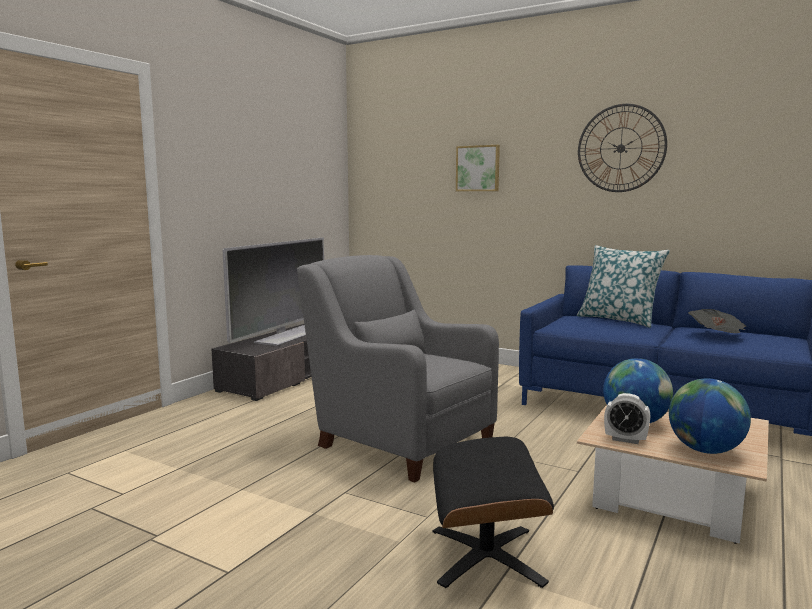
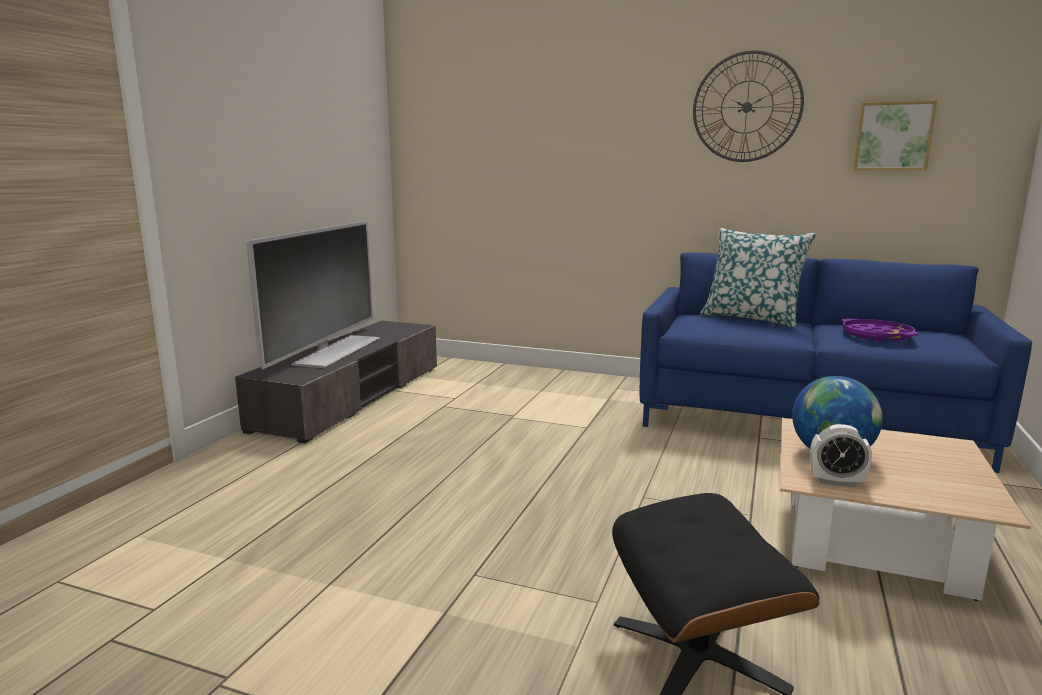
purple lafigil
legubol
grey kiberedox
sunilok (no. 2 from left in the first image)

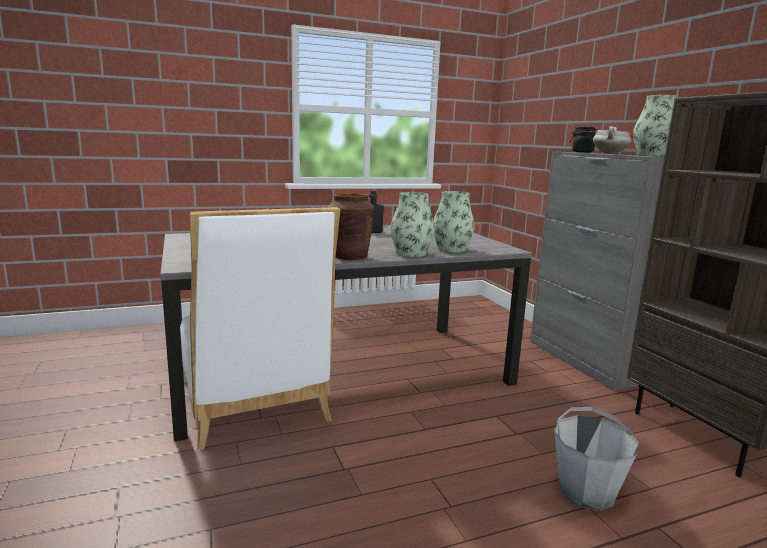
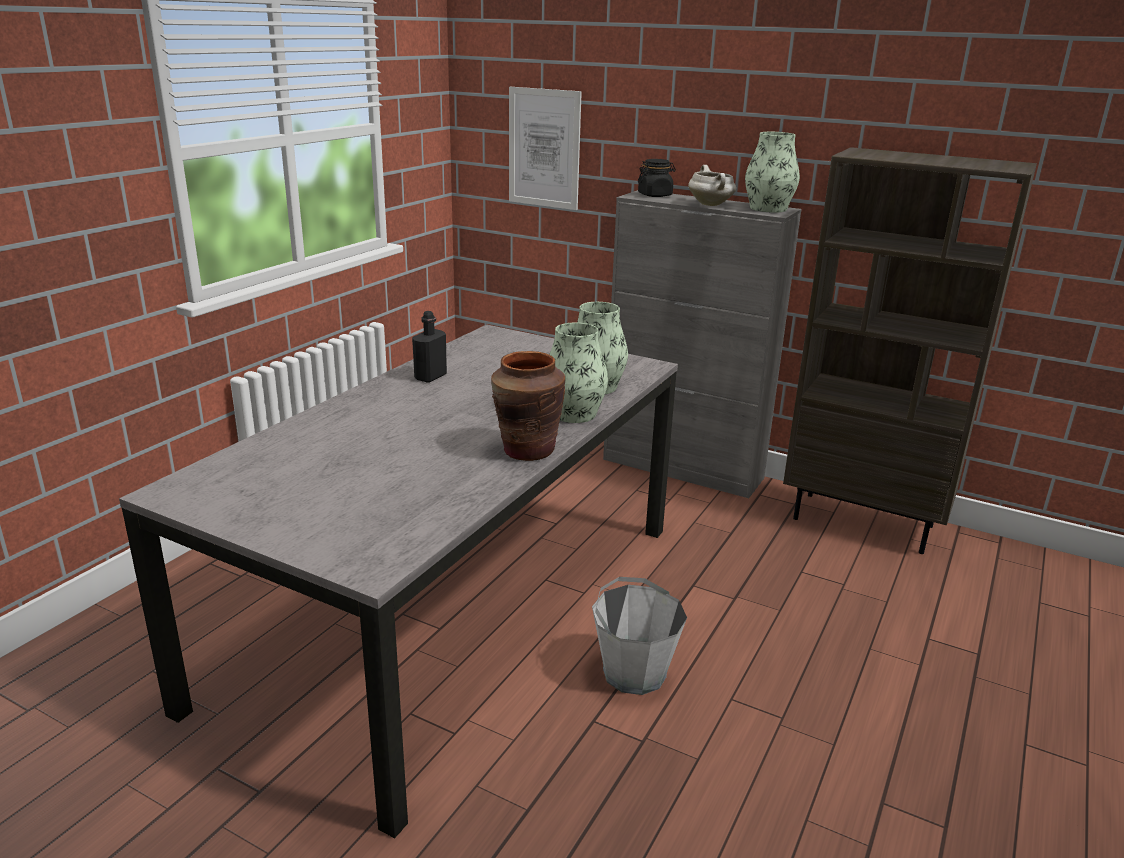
legubol
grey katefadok
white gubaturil

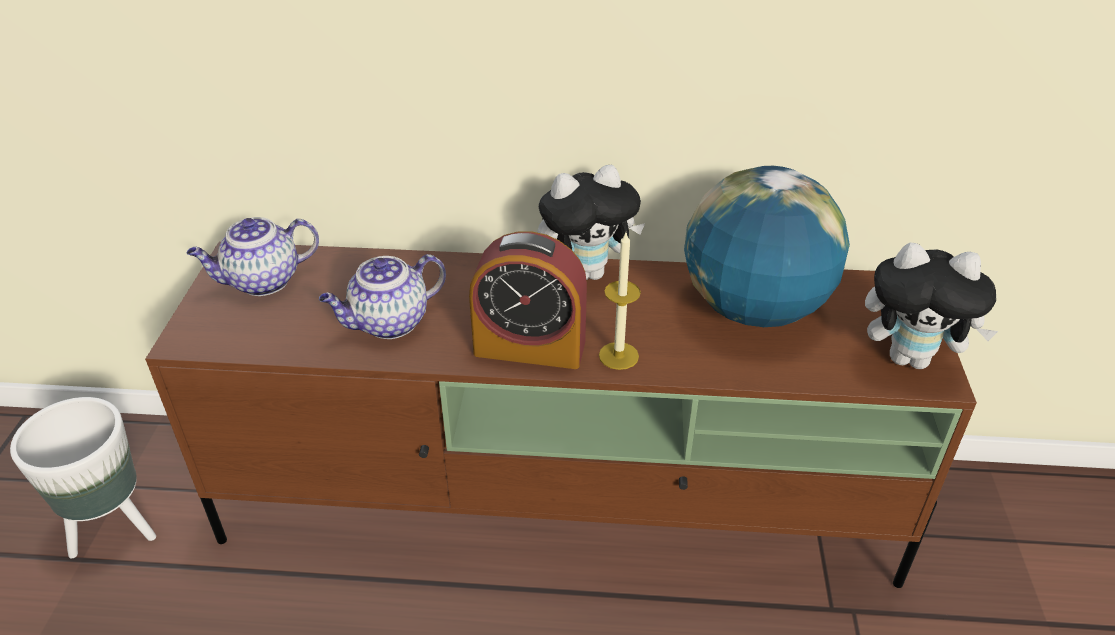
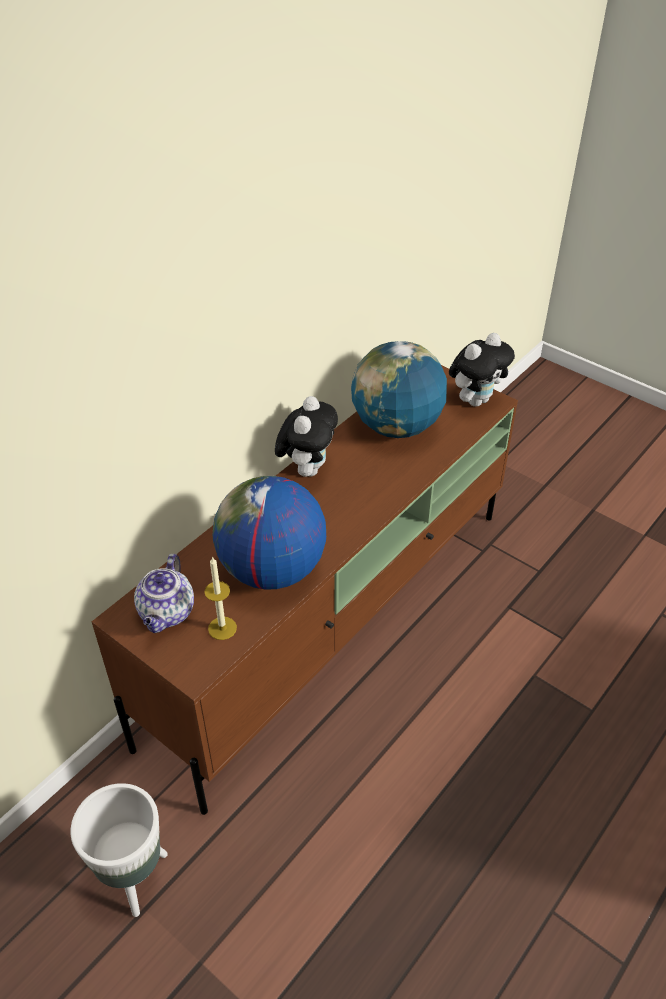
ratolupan
sunilok (no. 1 from left)
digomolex

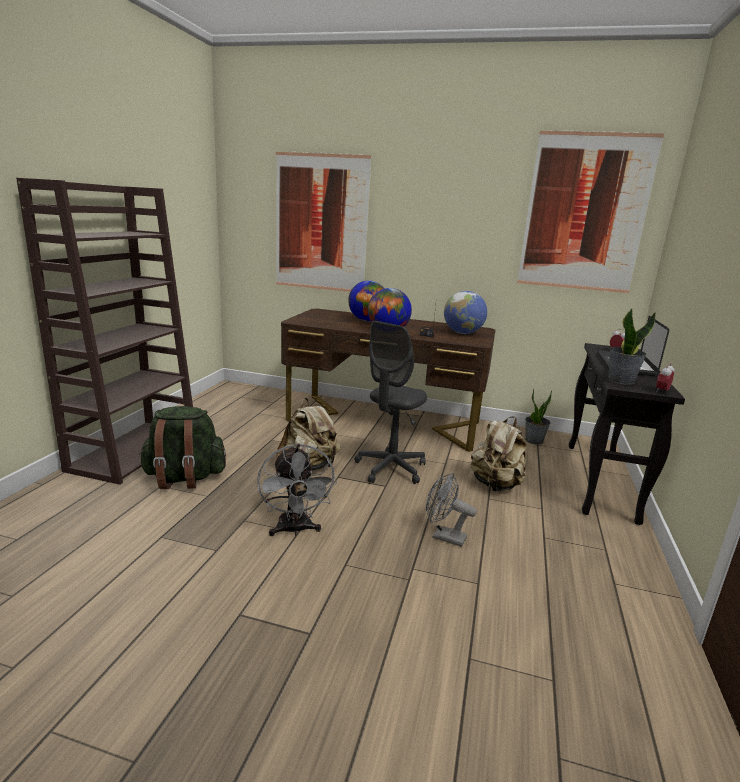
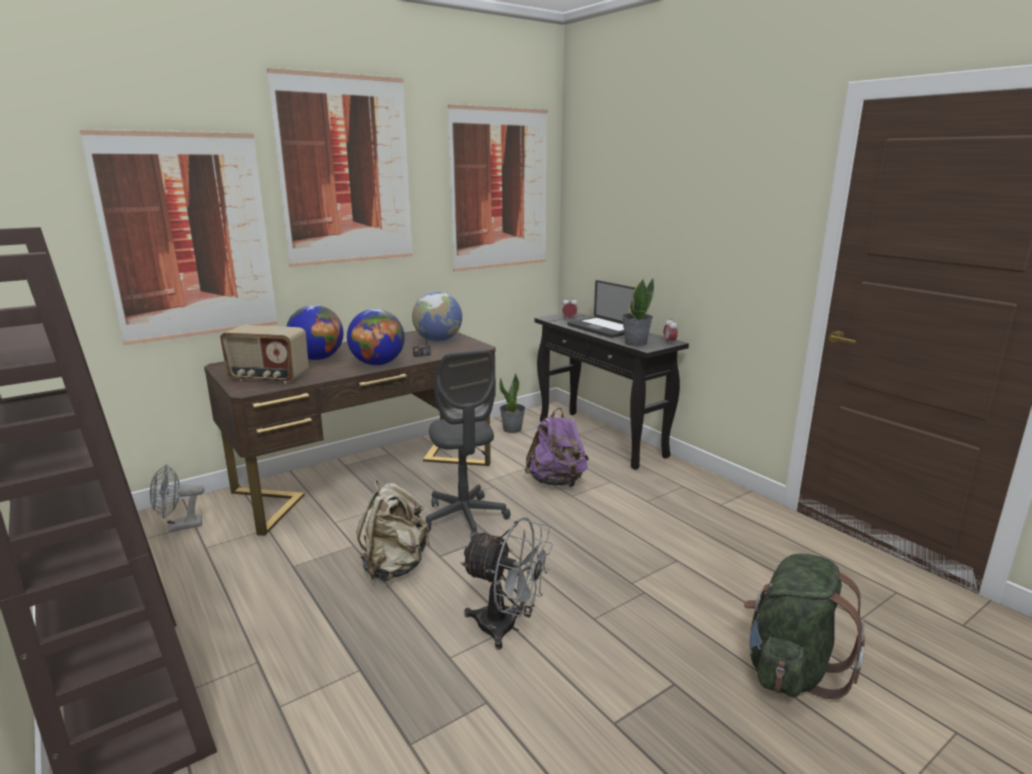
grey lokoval (no. 1 from left)
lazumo (no. 1 from left)
legubol (no. 2 from left)
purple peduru
green peduru

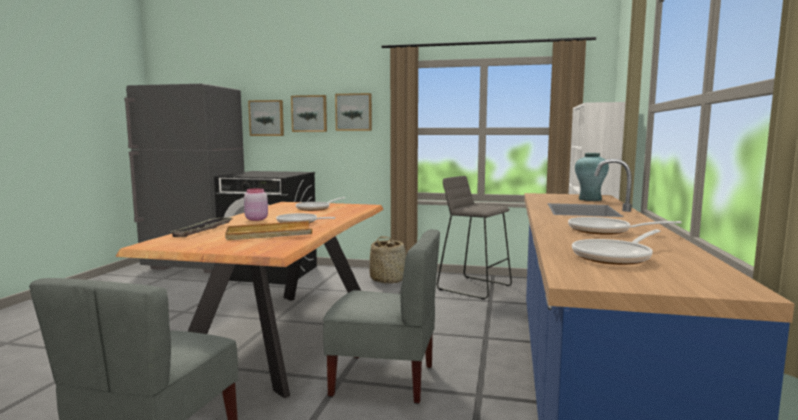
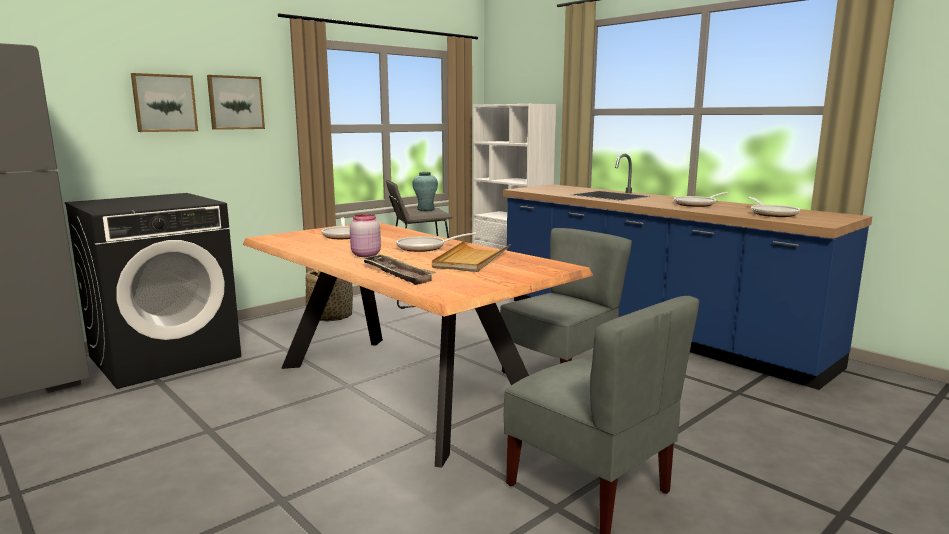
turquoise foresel
legubol (no. 1 from left in the first image)

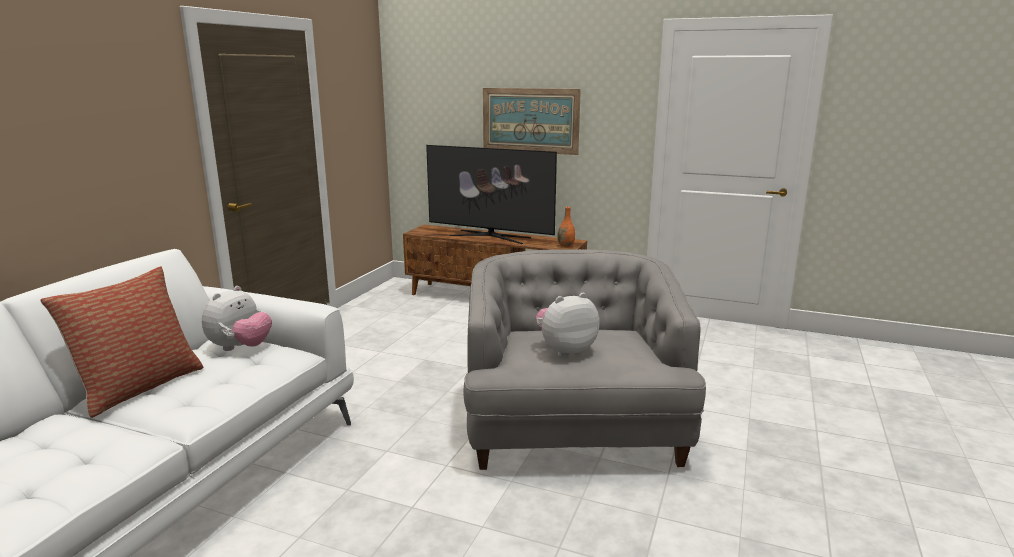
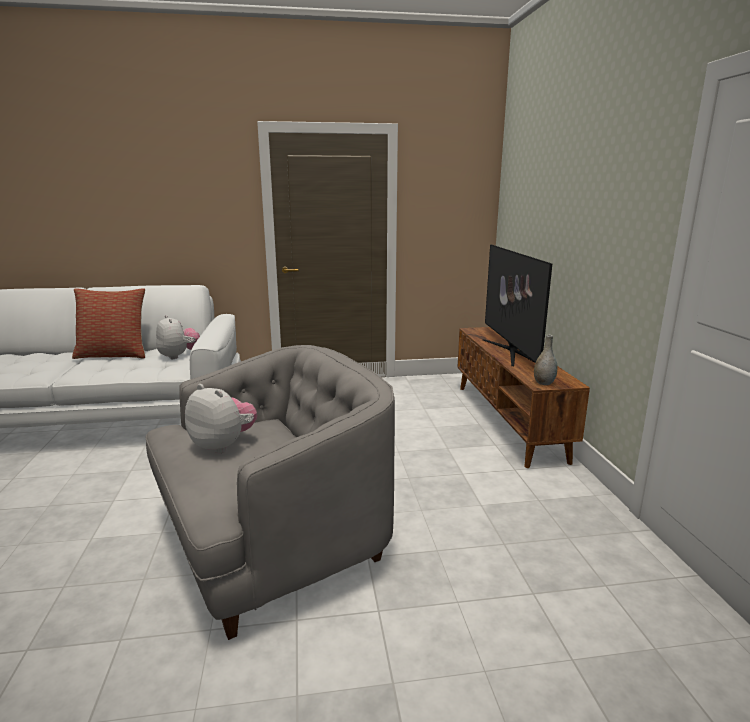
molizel (no. 1 from left)
grey foresel
legubol

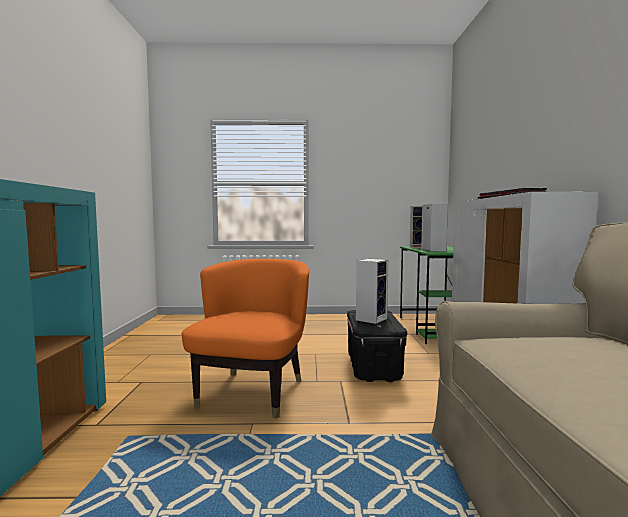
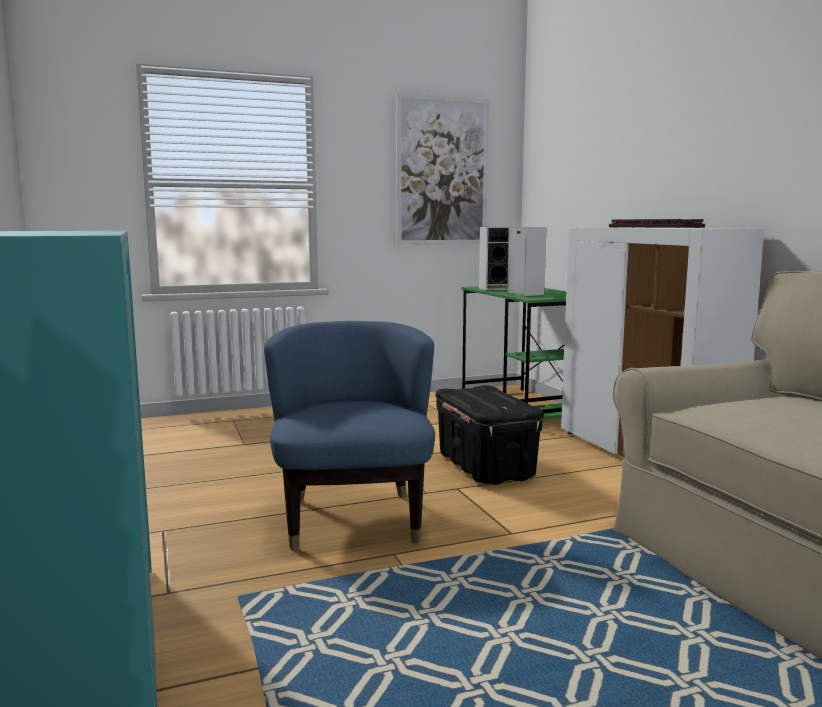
blue kiberedox
legubol
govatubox (no. 1 from left in the first image)

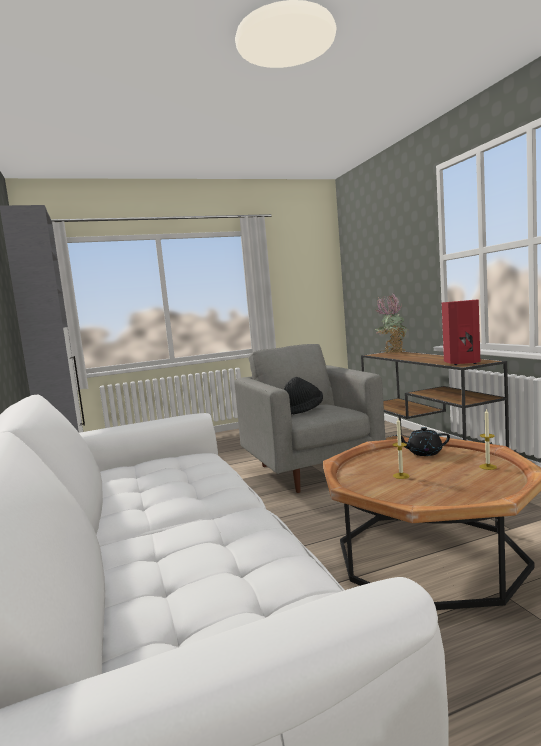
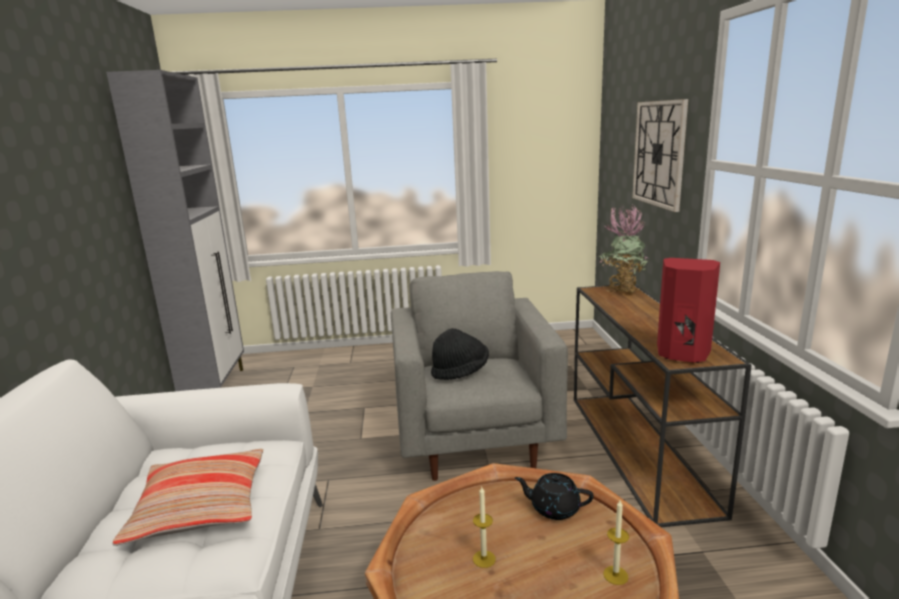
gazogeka
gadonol

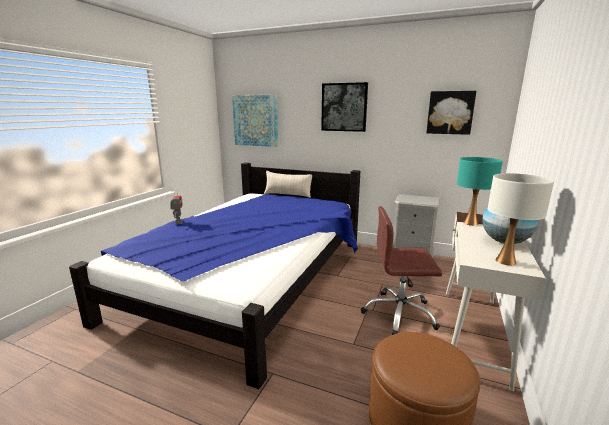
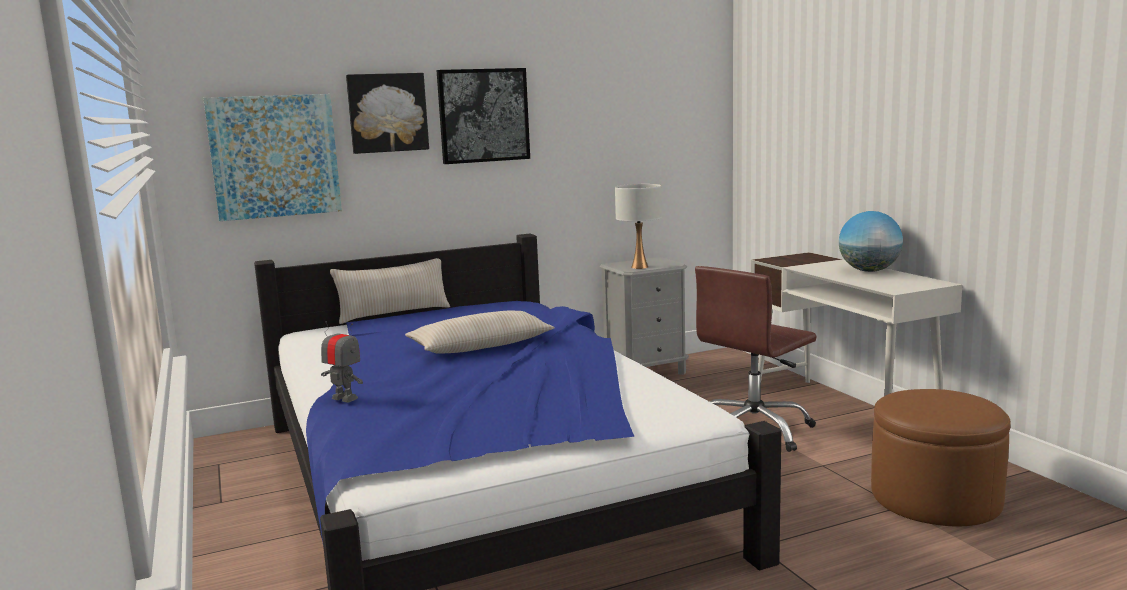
legubol (no. 2 from left)
beige gazogeka (no. 2 from left)
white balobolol
turquoise balobolol

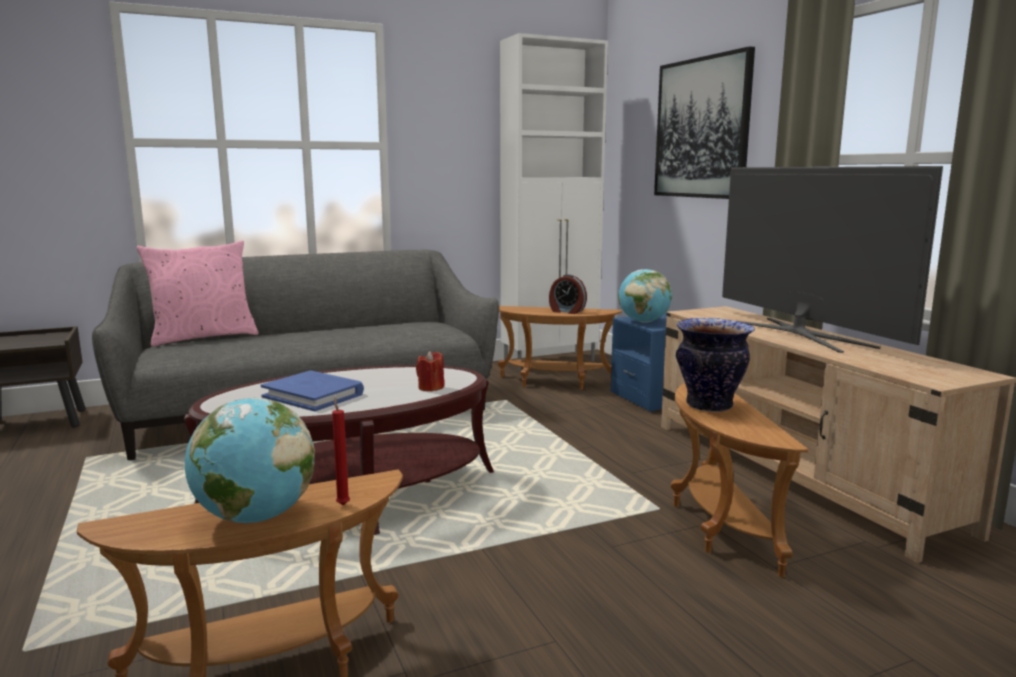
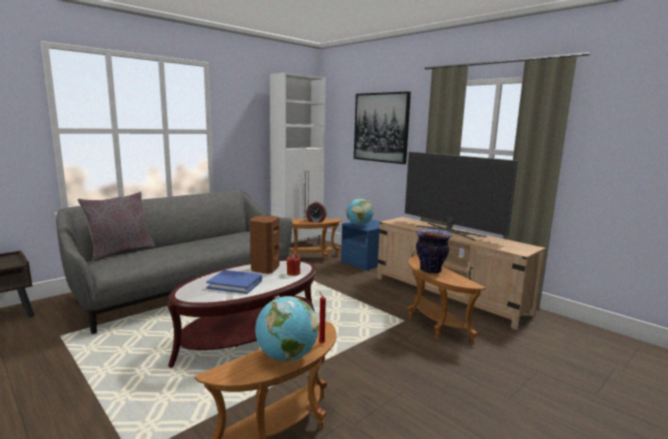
grey gazogeka
brown govatubox

